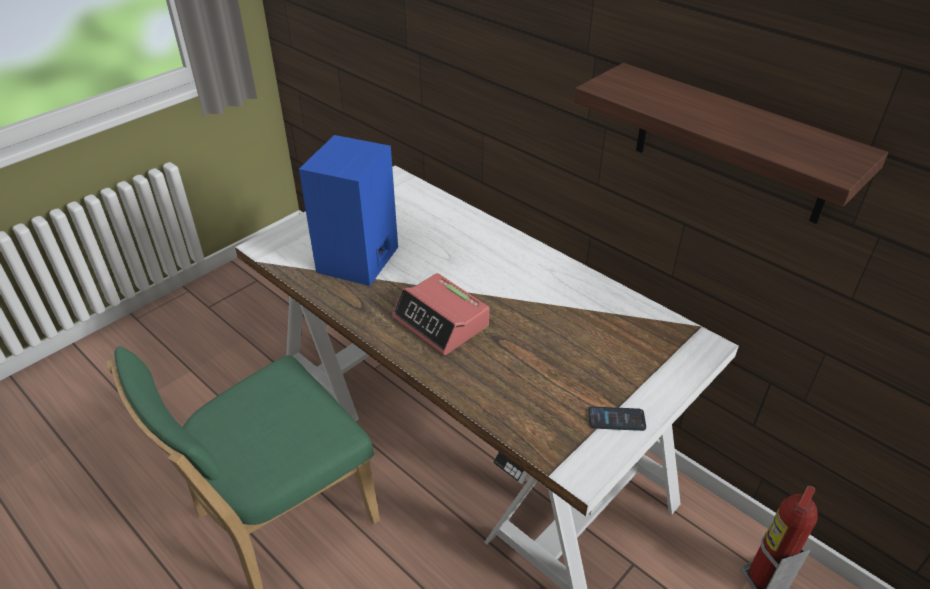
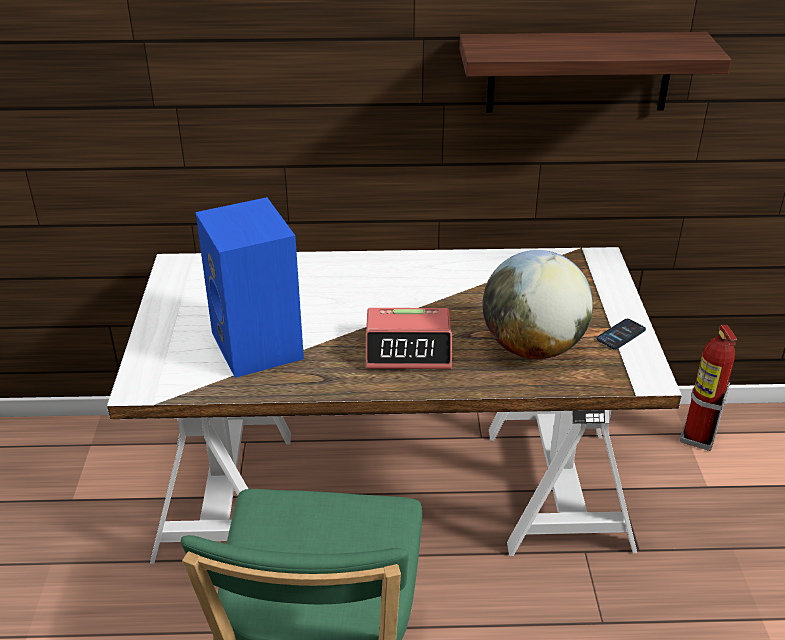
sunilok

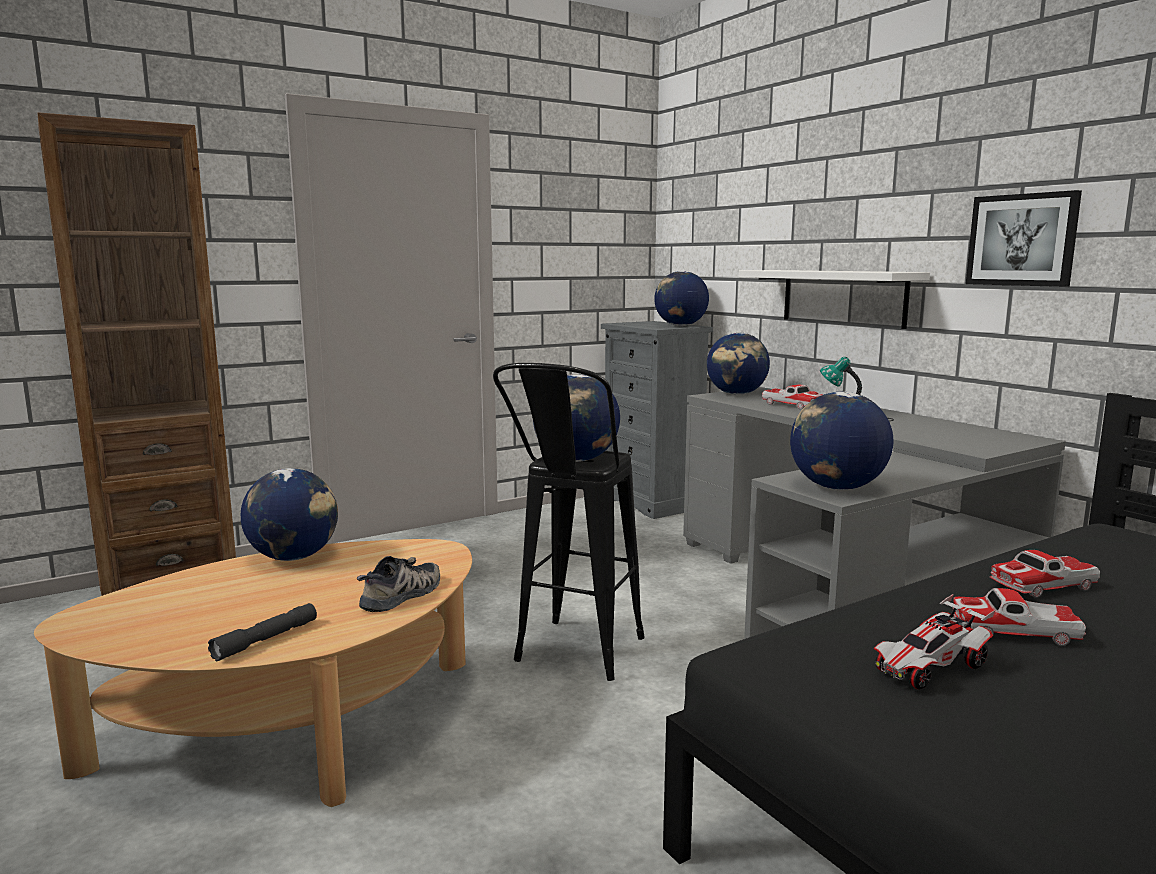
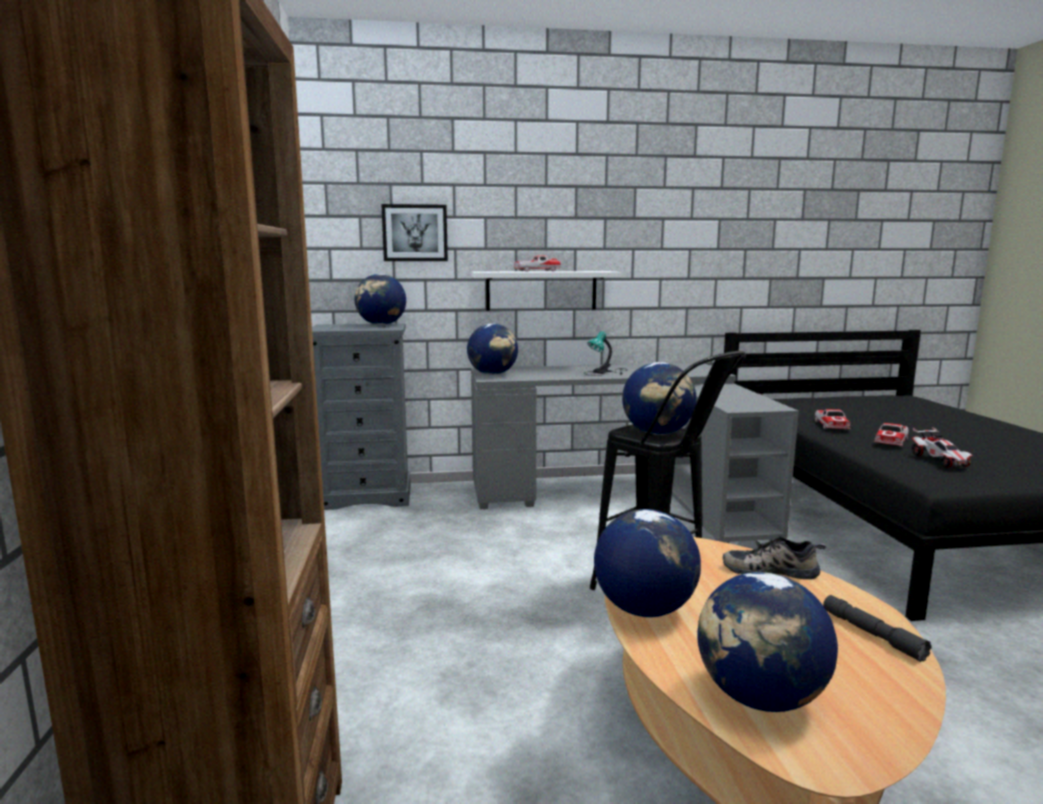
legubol
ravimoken (no. 1 from left)
sunilok (no. 5 from left)
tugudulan

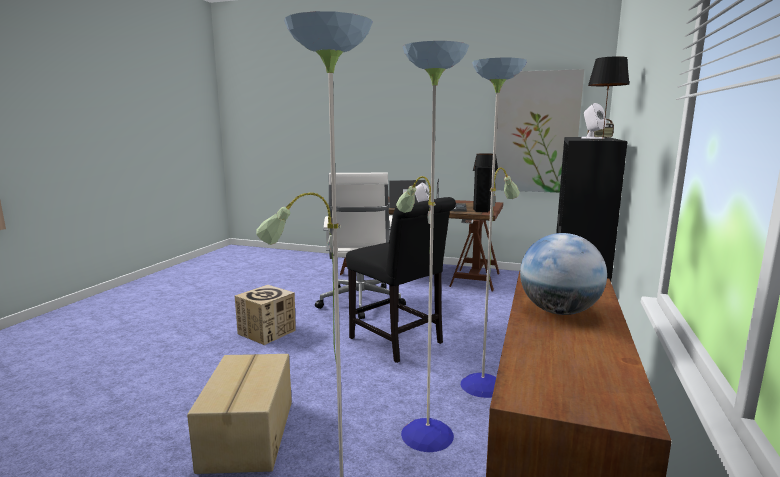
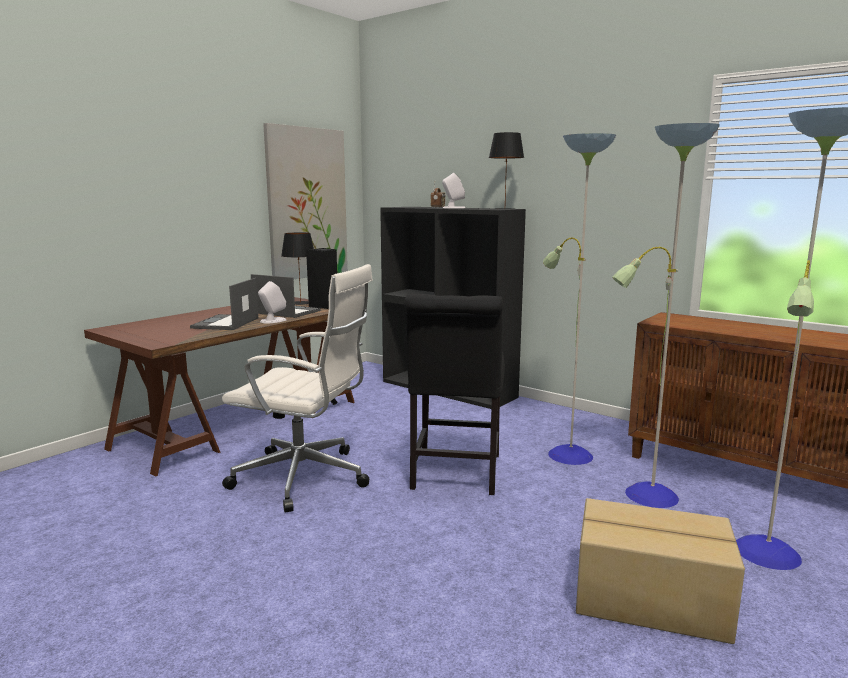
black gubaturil
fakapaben (no. 2 from left in the first image)
sunilok

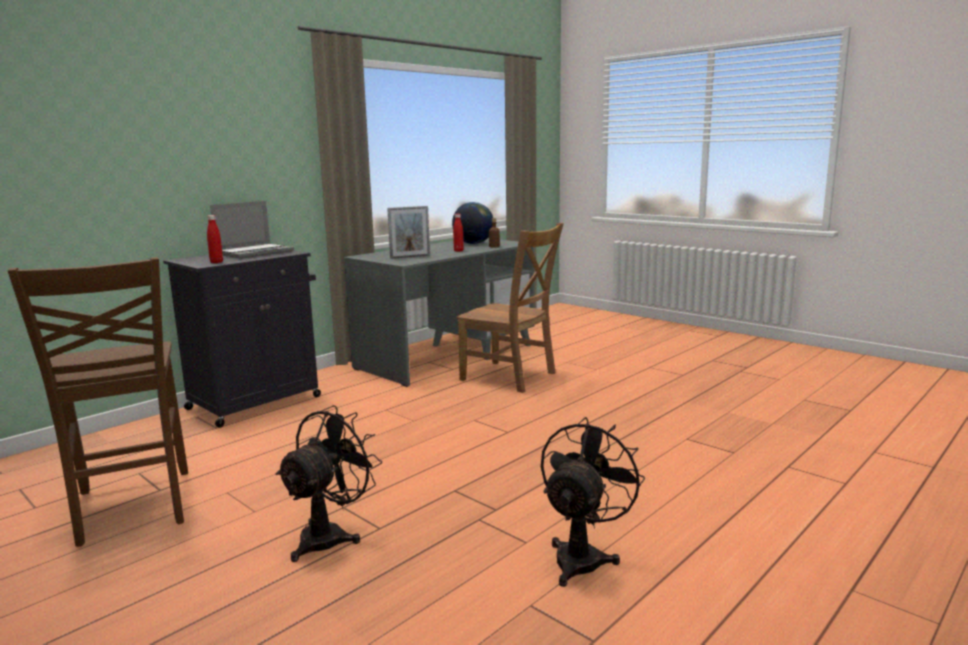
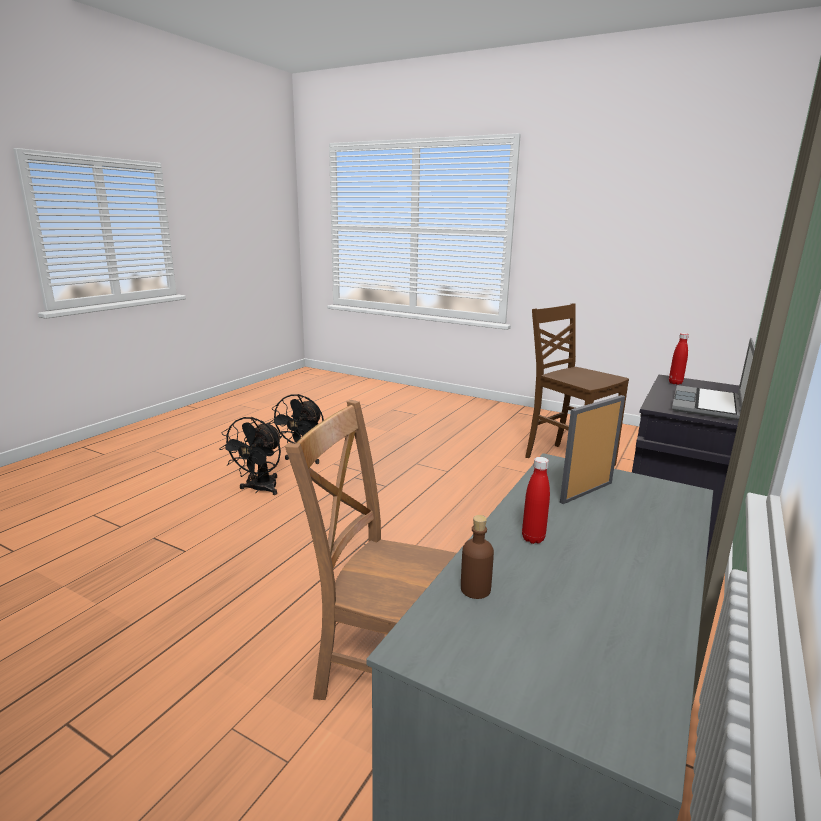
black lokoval (no. 1 from left)
sunilok

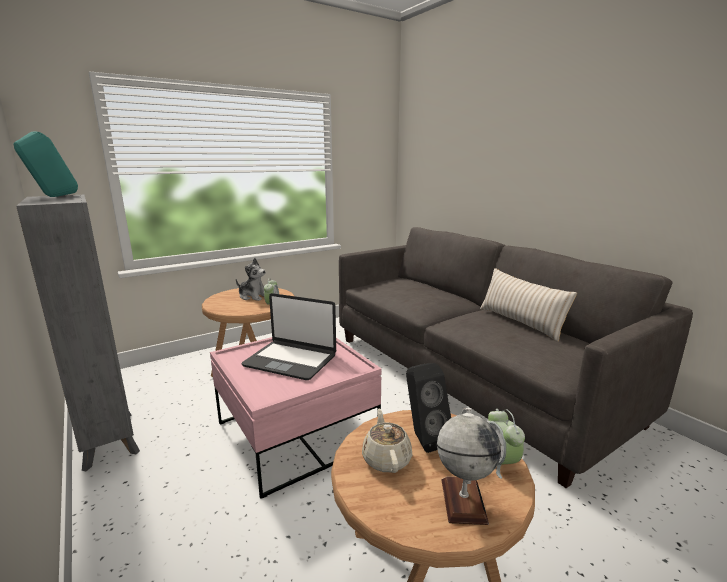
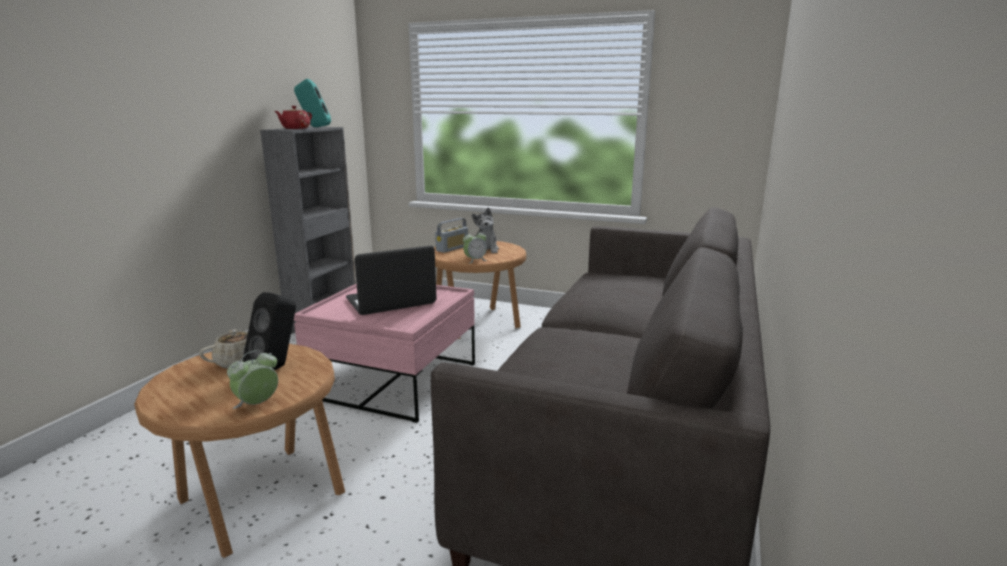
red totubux
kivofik
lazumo
sunilok
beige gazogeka

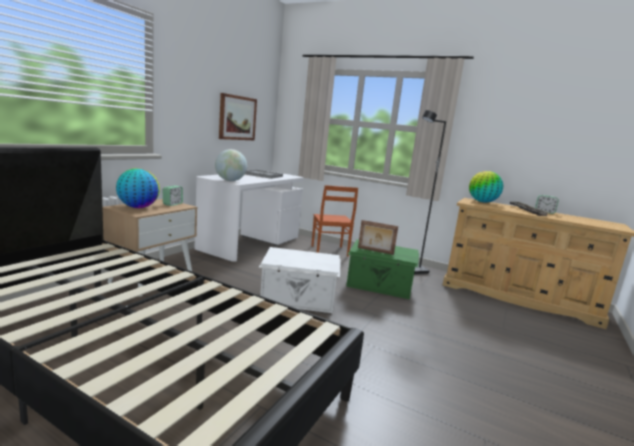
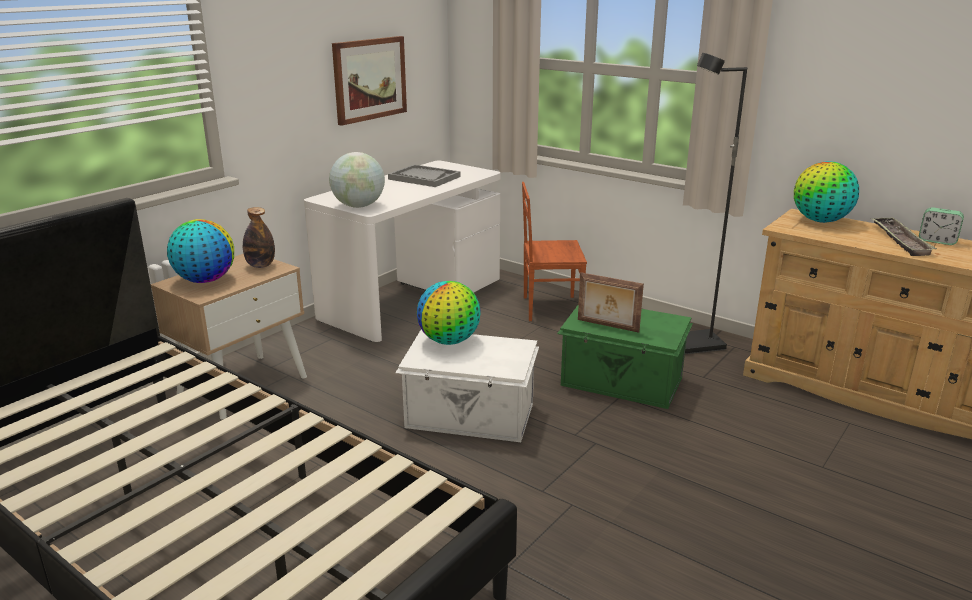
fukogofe
sunilok (no. 3 from left)
brown gubaturil

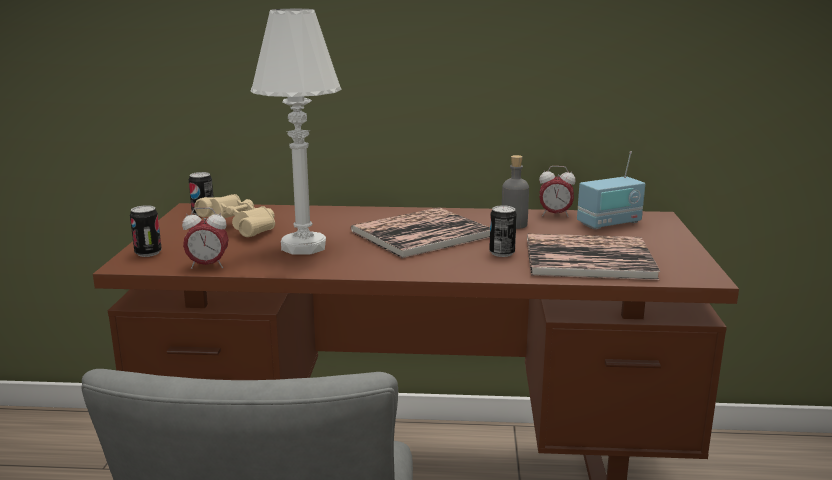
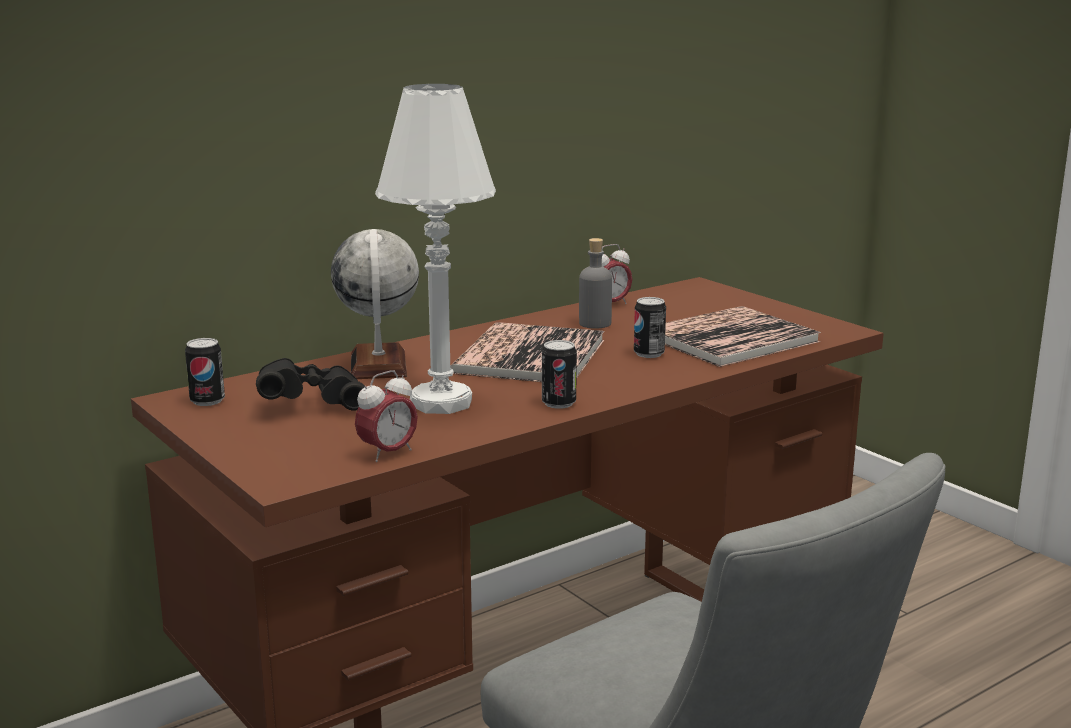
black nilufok
sunilok
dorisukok (no. 2 from left)
lazumo

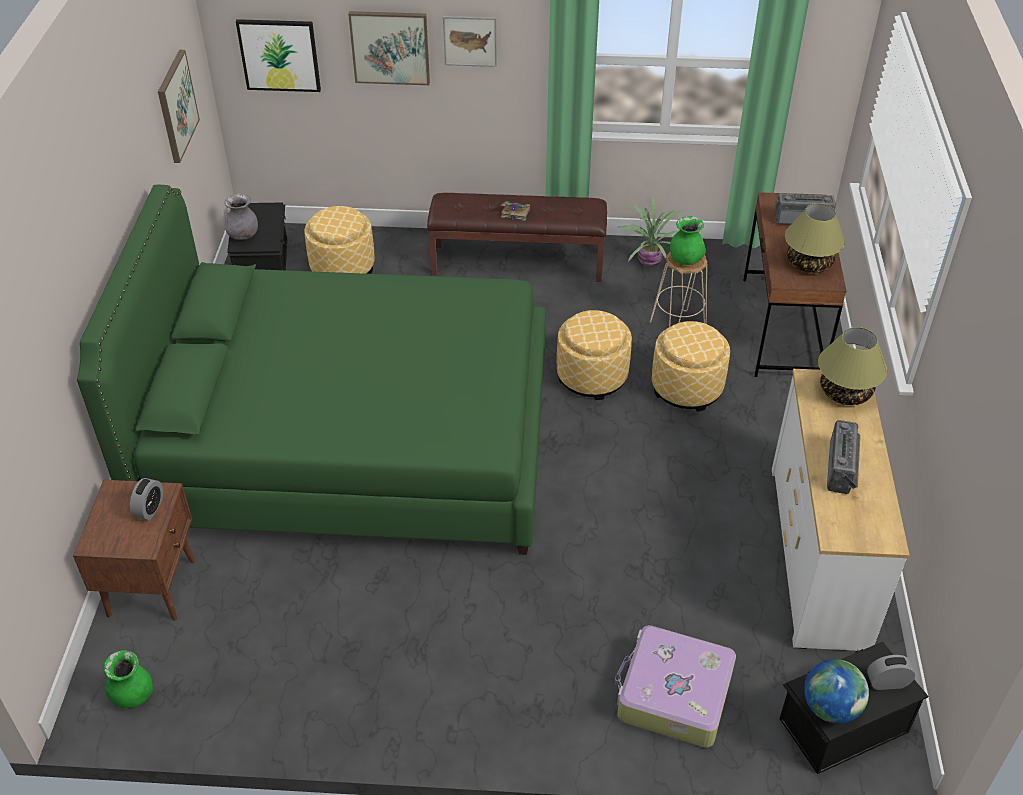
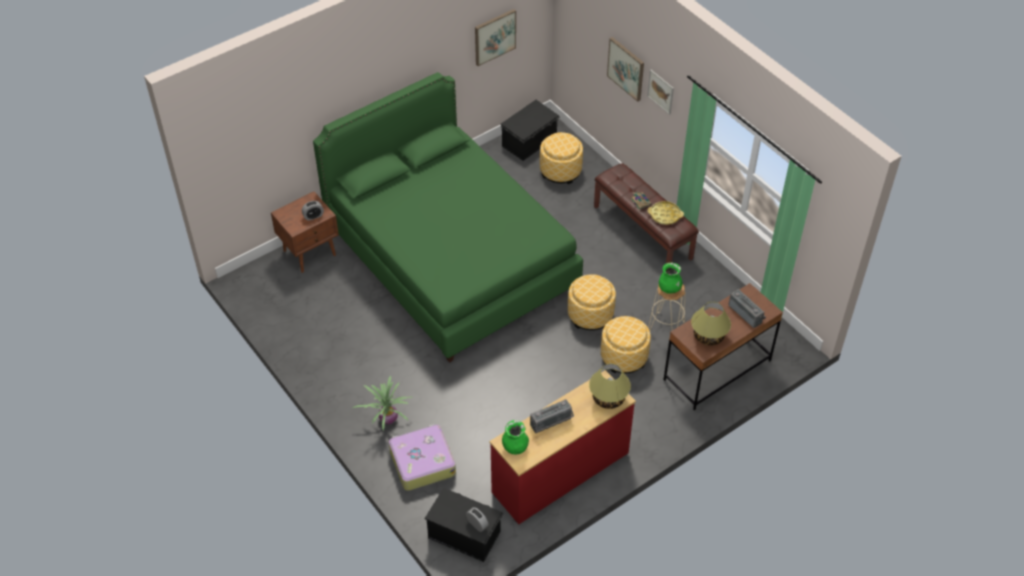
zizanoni
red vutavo
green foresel (no. 1 from left)
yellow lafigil
grey foresel
legubol (no. 2 from left in the first image)
sunilok

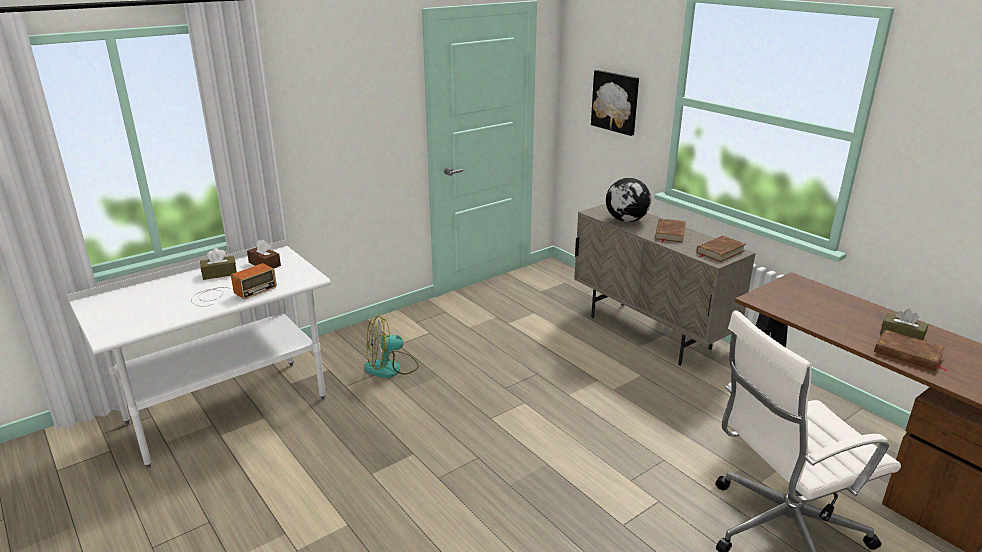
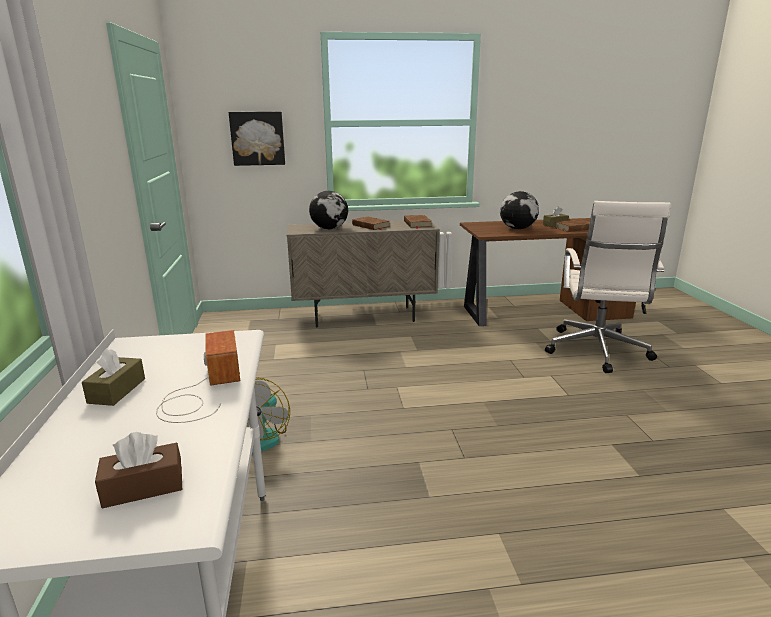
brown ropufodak (no. 2 from left)
sunilok (no. 2 from left)

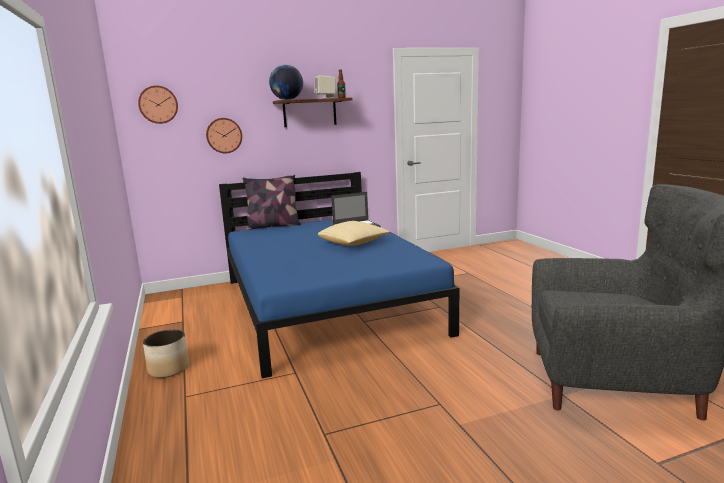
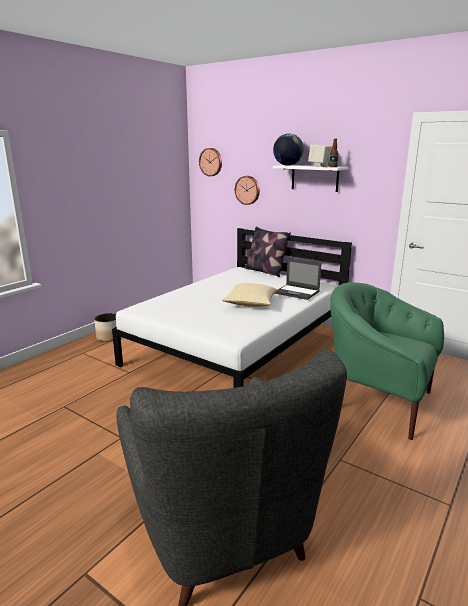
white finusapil
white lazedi
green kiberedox

